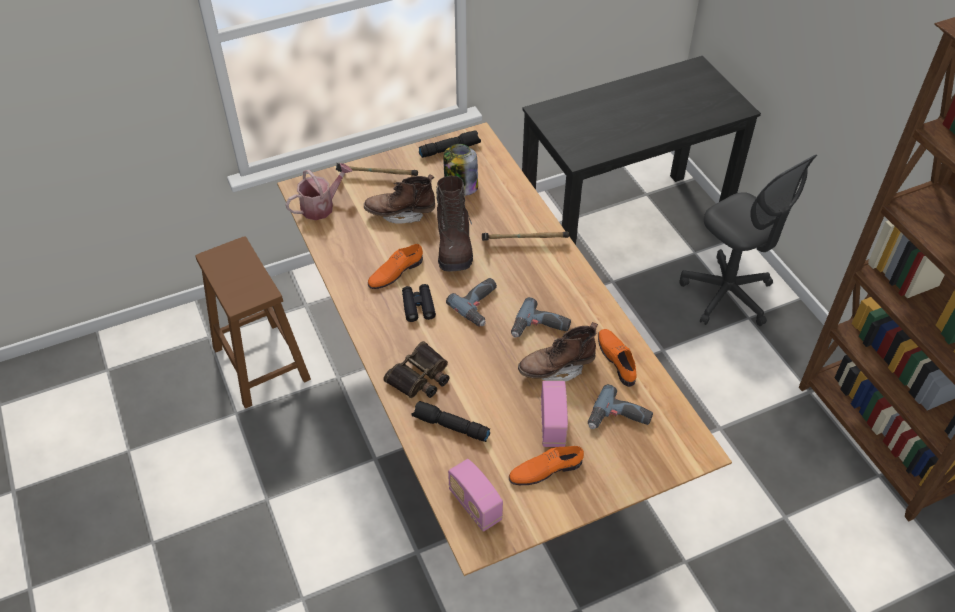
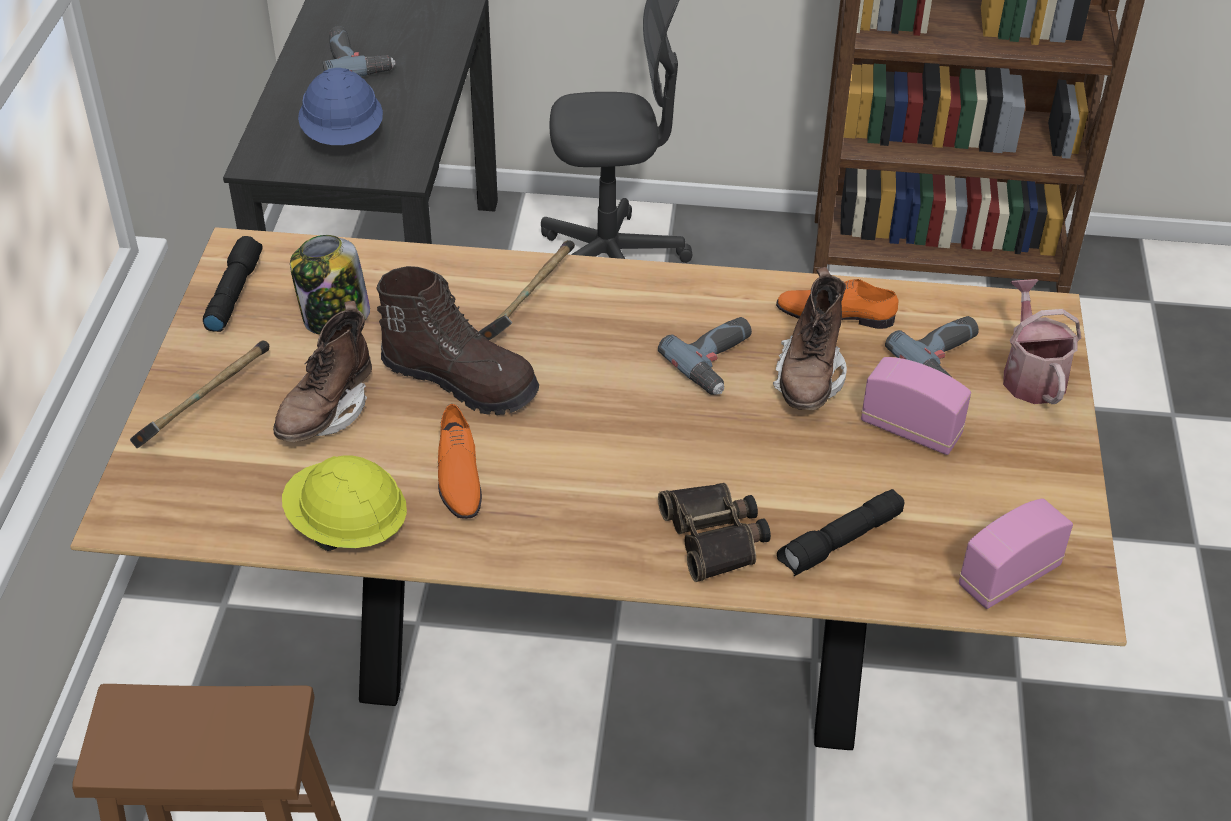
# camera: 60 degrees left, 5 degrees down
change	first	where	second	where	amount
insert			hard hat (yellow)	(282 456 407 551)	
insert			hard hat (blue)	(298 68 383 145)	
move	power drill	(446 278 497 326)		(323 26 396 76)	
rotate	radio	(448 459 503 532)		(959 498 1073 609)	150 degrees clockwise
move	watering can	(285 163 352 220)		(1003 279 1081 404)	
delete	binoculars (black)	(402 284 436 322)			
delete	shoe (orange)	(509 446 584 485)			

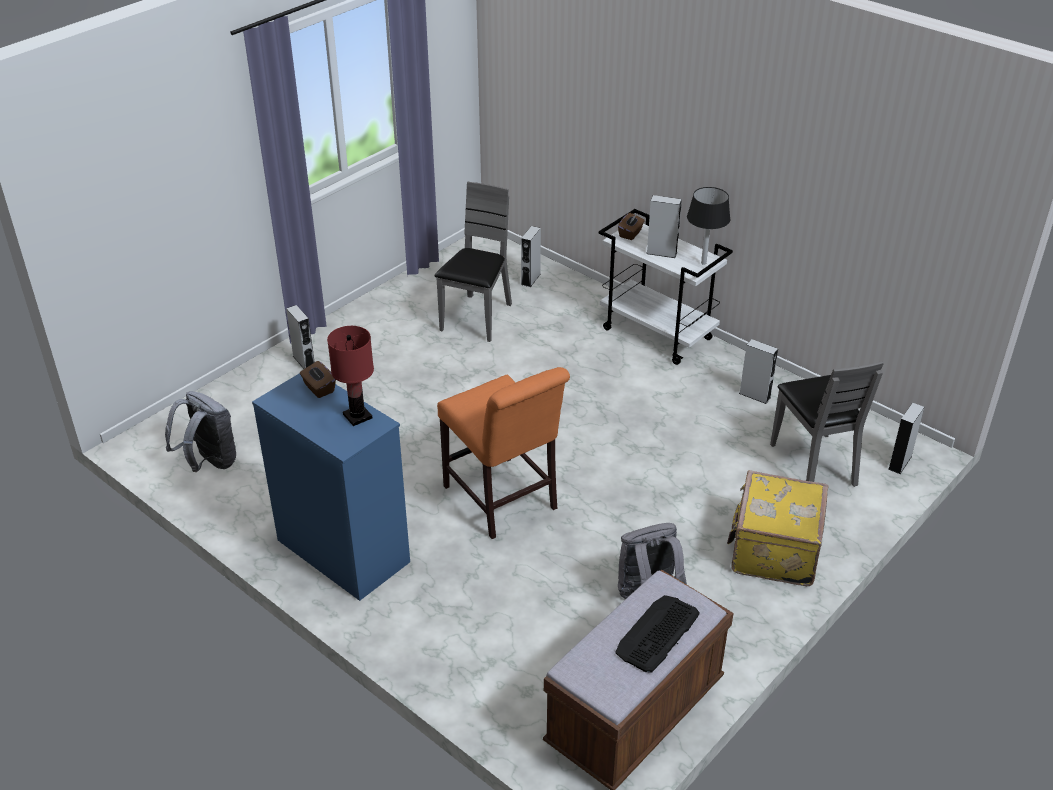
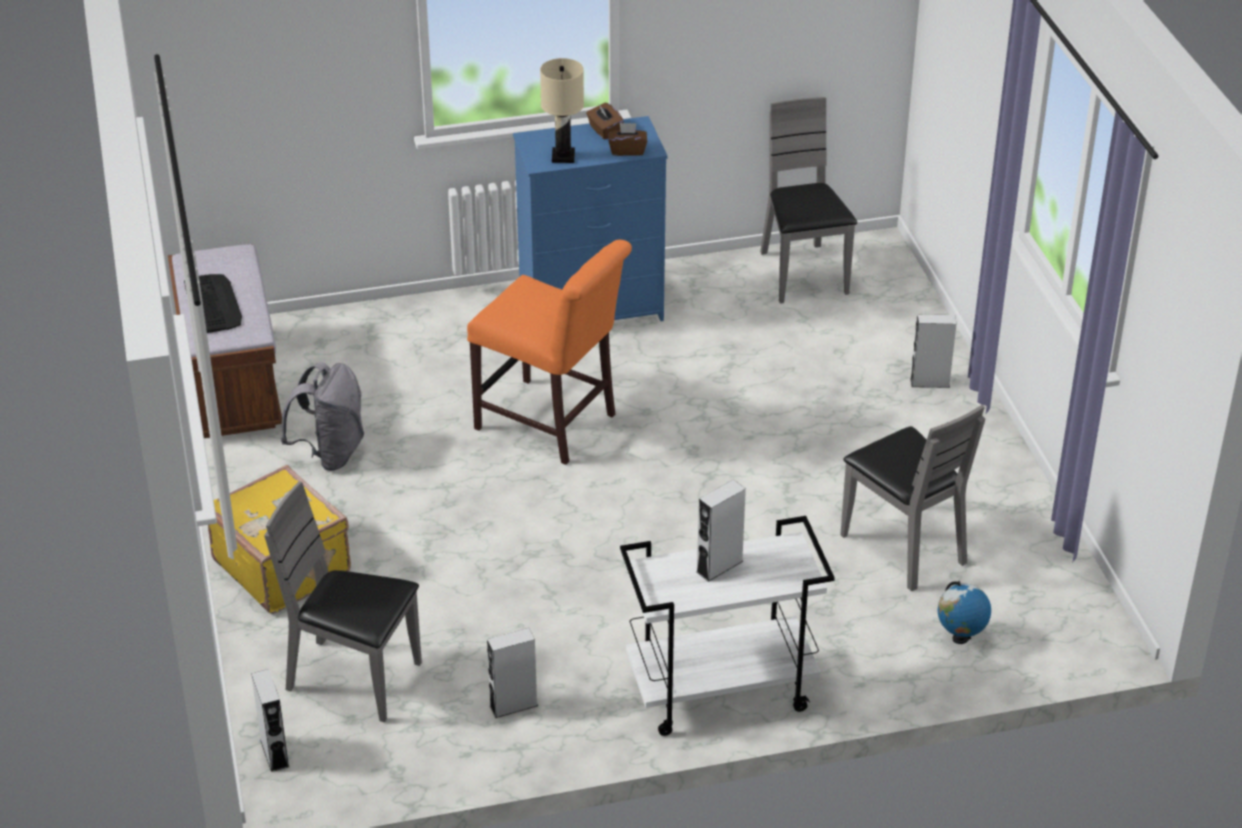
# camera: 125 degrees right, 0 degrees up
change	first	where	second	where	amount
rotate	chair (orange)	(437 367 570 539)		(467 240 632 465)	150 degrees counterclockwise
recolor	table lamp (red)	(327 326 374 426)	table lamp (beige)	(540 58 584 163)	
move	tissue box (brown)	(618 213 645 240)		(586 103 624 140)	
replace	backpack (grey)	(165 391 236 472)	chair (grey)	(760 97 857 304)	
replace	speaker (grey)	(521 226 541 287)	globe	(938 581 991 644)	
delete	table lamp (black)	(687 187 731 265)			

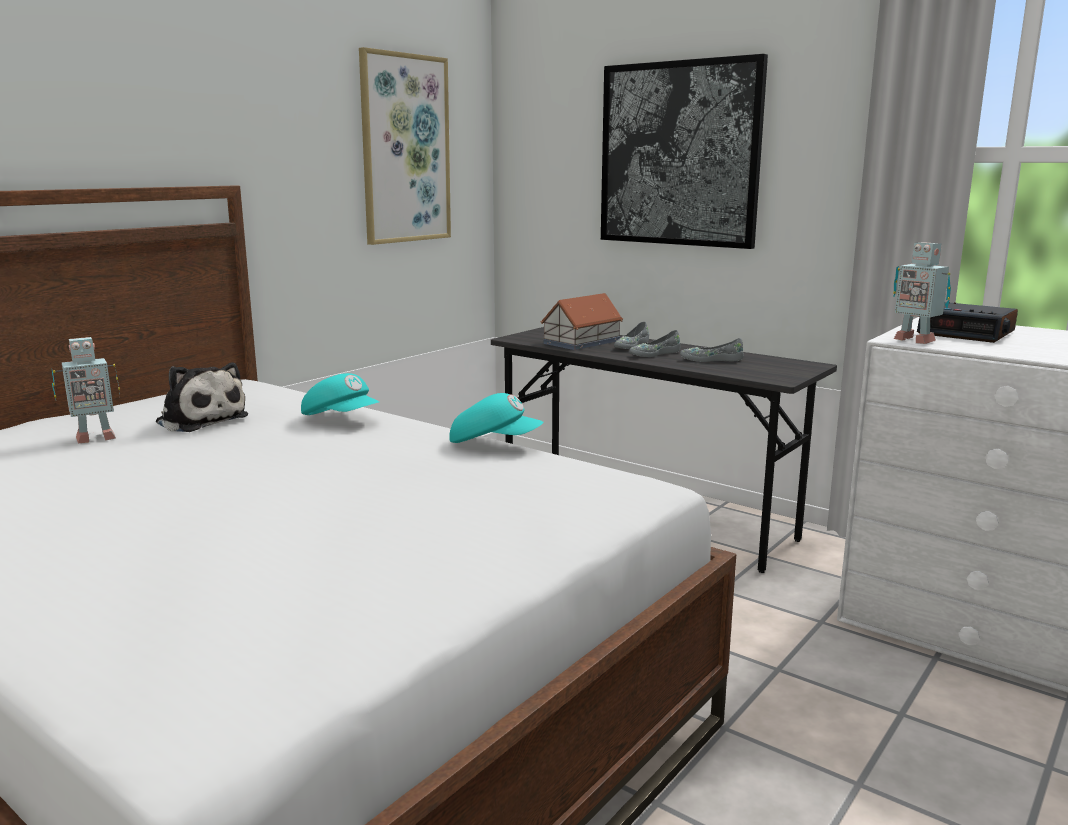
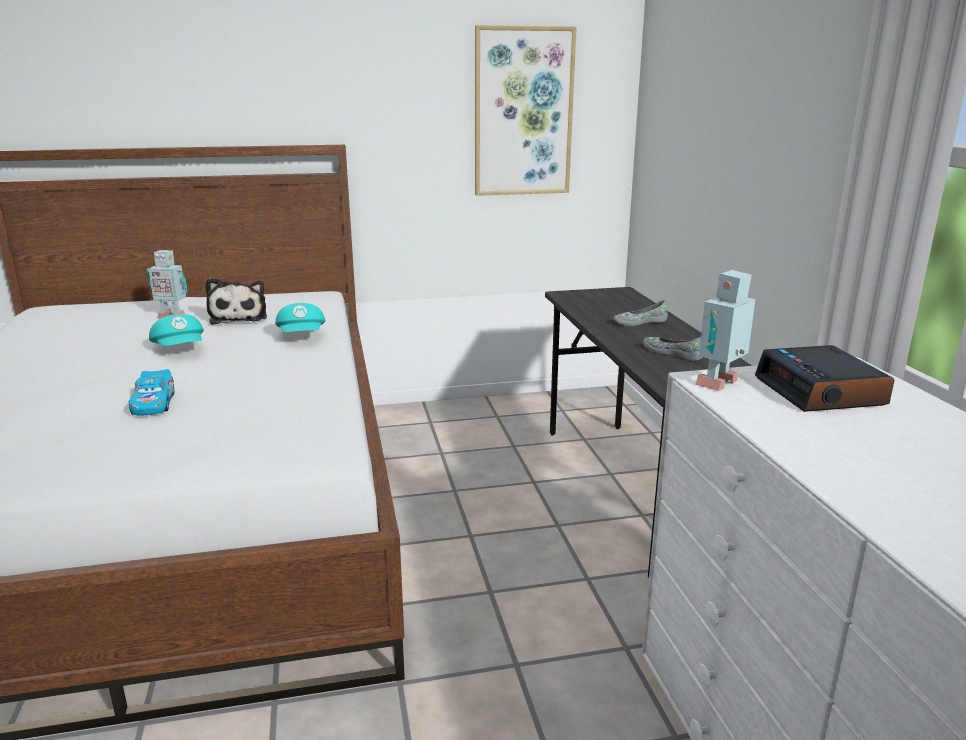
# camera: 40 degrees right, 5 degrees up
change	first	where	second	where	amount
insert			toy car	(129 369 174 415)	
move	cap (turquoise)	(449 393 544 443)		(149 314 204 346)	
rotate	toy robot	(893 242 951 344)		(695 270 755 391)	45 degrees clockwise
delete	toy house	(541 293 623 350)			
delete	picture	(601 54 768 249)			
delete	shoe (grey)	(629 330 681 357)			

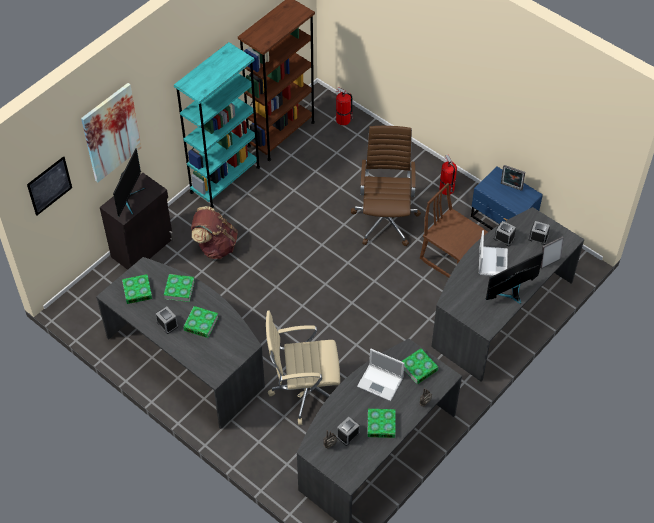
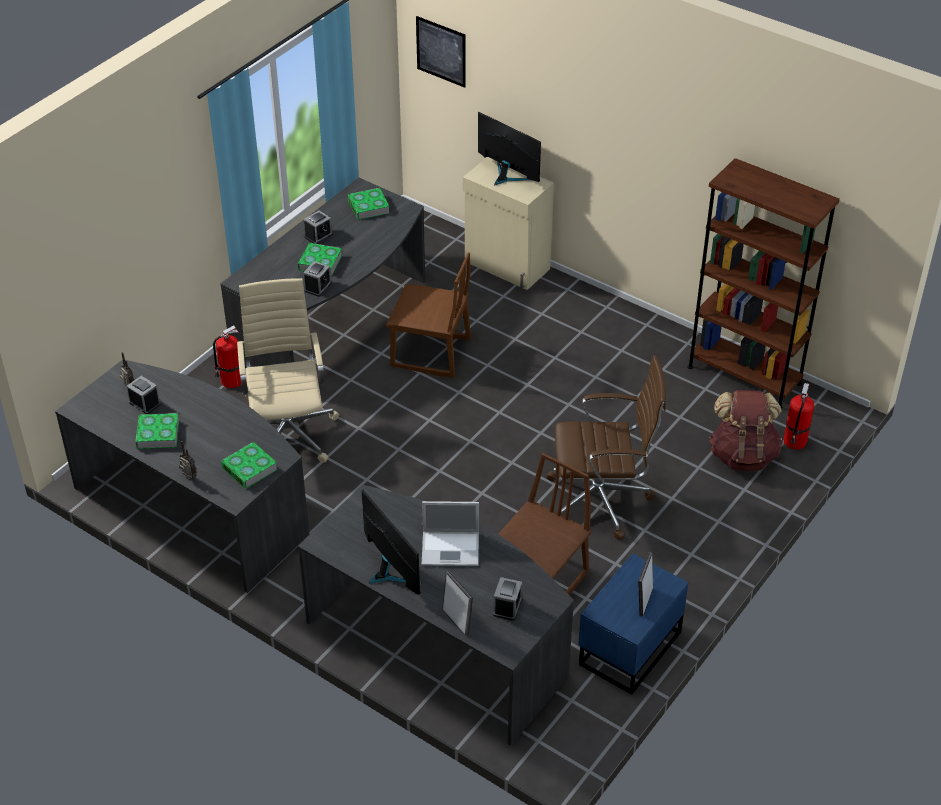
# camera: 85 degrees right, 10 degrees down
change	first	where	second	where	amount
move	fire extinguisher	(439 155 457 195)		(213 325 241 388)	
move	alarm clock	(494 221 516 246)		(303 261 332 297)	
insert			chair (brown)	(386 252 471 377)	
recolor	cabinet (black)	(100 173 174 270)	cabinet (beige)	(463 157 554 290)	
rotate	monitor	(113 148 146 217)		(478 112 541 185)	150 degrees counterclockwise
move	backpack (brown)	(191 206 238 259)		(709 390 783 471)	
delete	picture	(81 83 142 182)			
delete	book	(164 274 195 302)			
delete	bookcase (turquoise)	(174 42 260 208)			
delete	laptop	(357 349 405 401)			

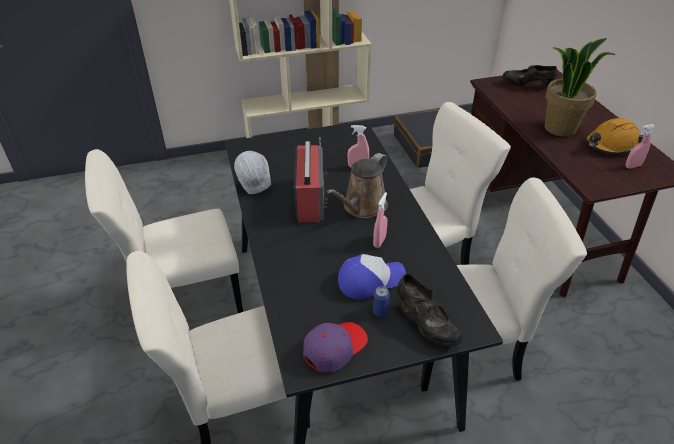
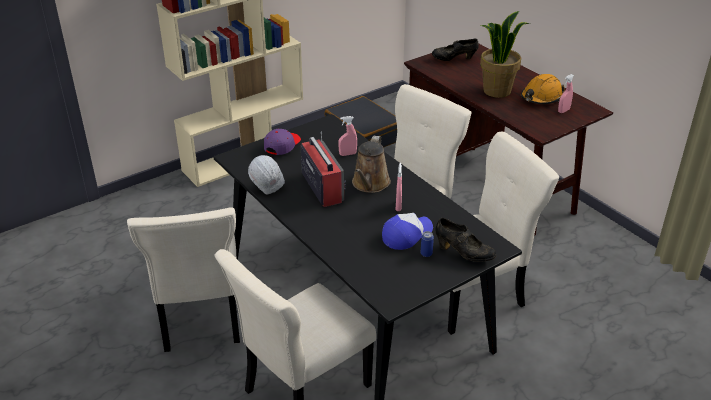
# camera: 20 degrees left, 5 degrees down
change	first	where	second	where	amount
rotate	chair (beige)	(85 149 243 313)		(127 207 240 352)	60 degrees counterclockwise
move	cap (purple)	(303 322 368 373)		(264 129 301 155)	

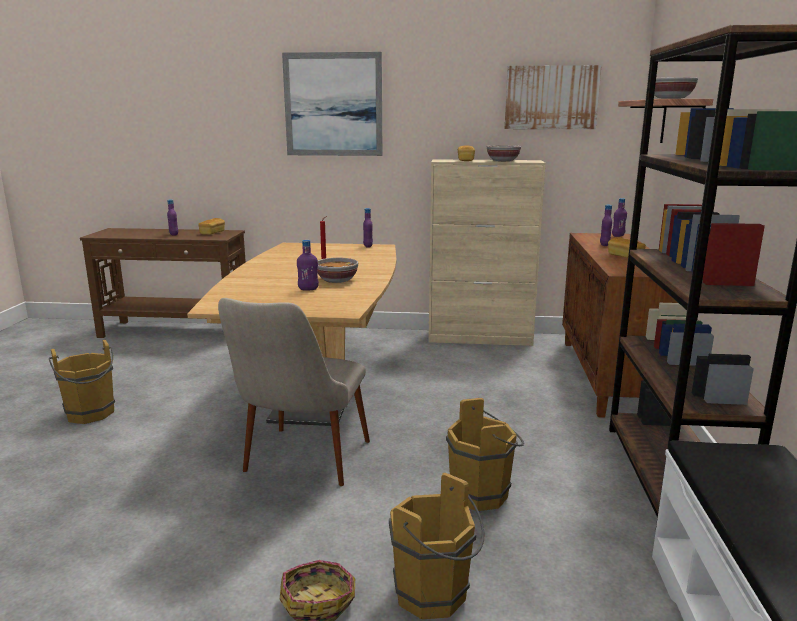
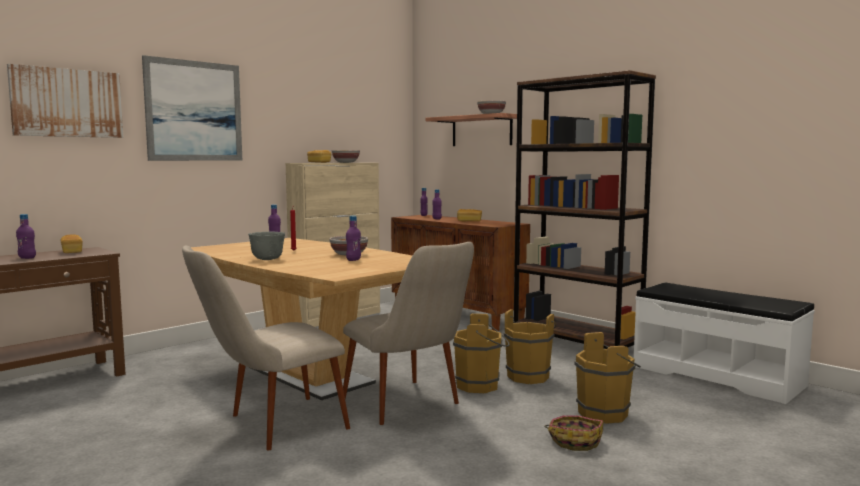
# camera: 50 degrees left, 10 degrees down
change	first	where	second	where	amount
move	picture	(505 65 602 129)		(7 64 123 138)	
insert			chair (beige)	(182 245 350 451)	
insert			bowl (grey)	(248 232 285 260)	
move	bucket (brown)	(49 340 115 424)		(453 313 510 393)	

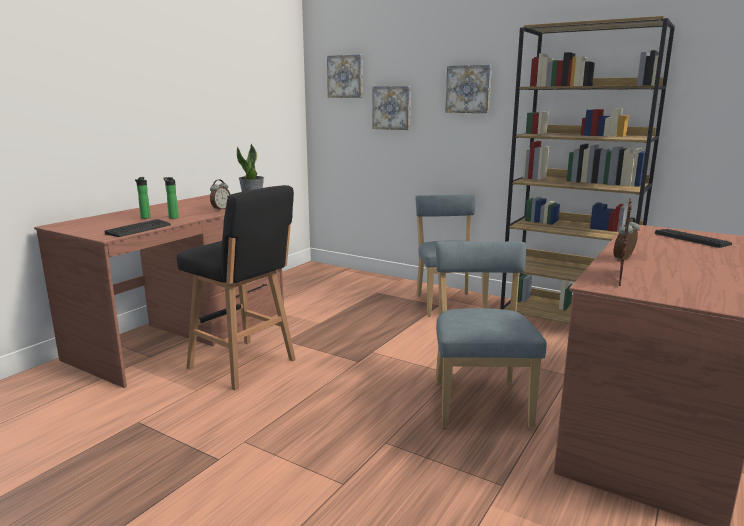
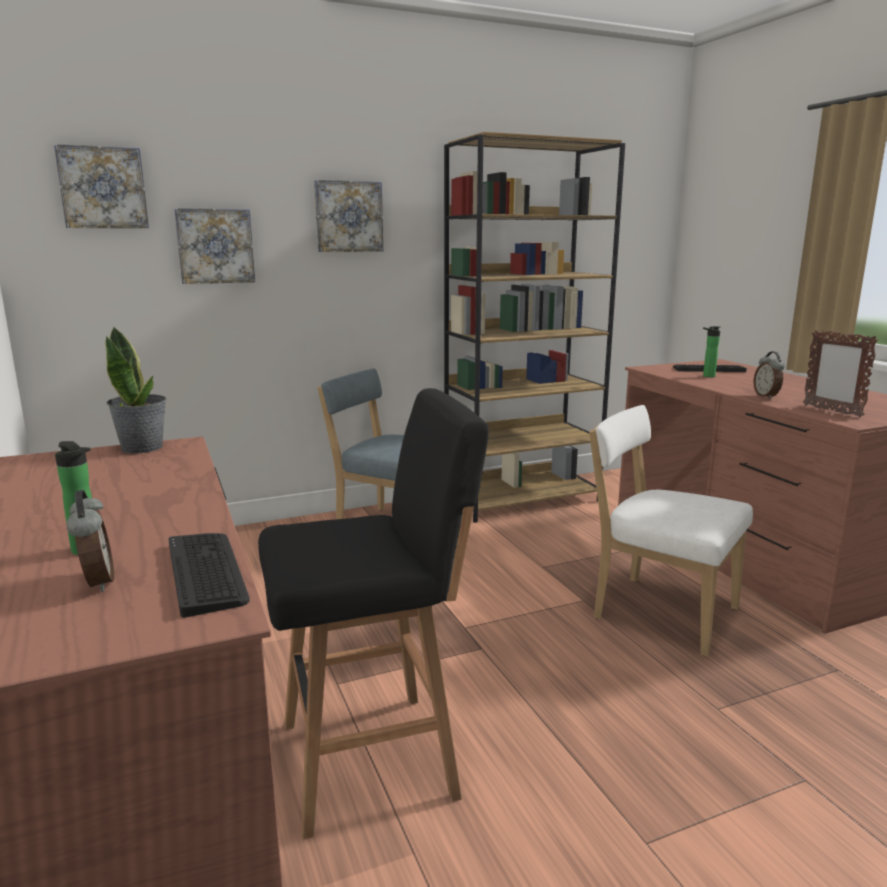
# camera: 55 degrees left, 0 degrees up
change	first	where	second	where	amount
move	alarm clock	(210 180 231 211)		(66 490 114 592)	
recolor	chair (blue)	(435 241 547 429)	chair (white)	(589 405 753 657)	
move	bottle	(164 177 179 219)		(703 326 720 378)	

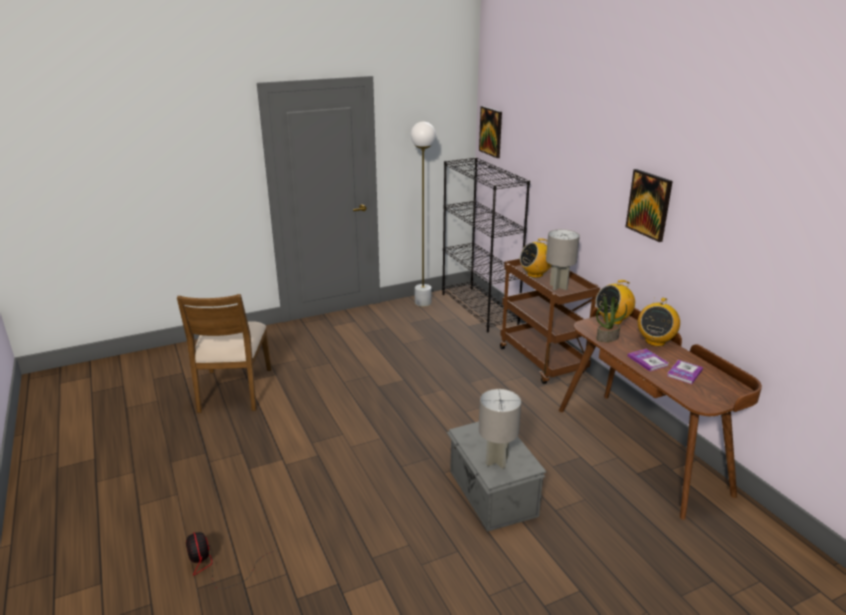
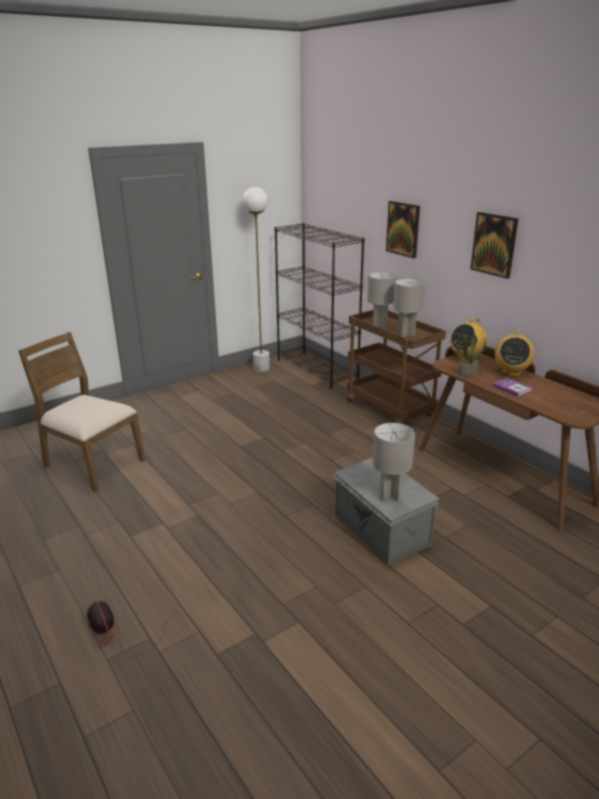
# camera: 10 degrees left, 0 degrees up
change	first	where	second	where	amount
rotate	chair (brown)	(177 294 272 413)		(18 332 145 492)	135 degrees clockwise
replace	radio	(520 238 551 278)	table lamp (grey)	(367 272 397 328)	
move	picture	(479 106 502 158)		(386 201 420 258)	
delete	book	(667 360 703 384)			

